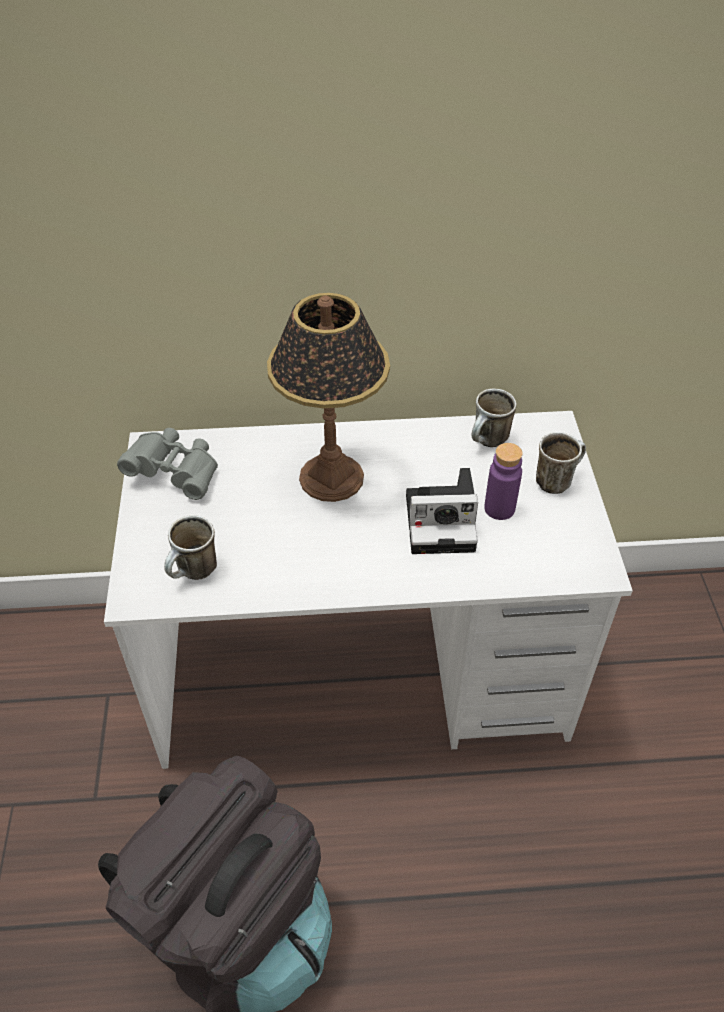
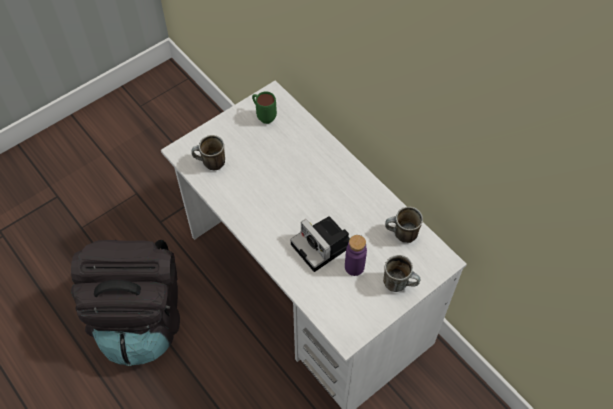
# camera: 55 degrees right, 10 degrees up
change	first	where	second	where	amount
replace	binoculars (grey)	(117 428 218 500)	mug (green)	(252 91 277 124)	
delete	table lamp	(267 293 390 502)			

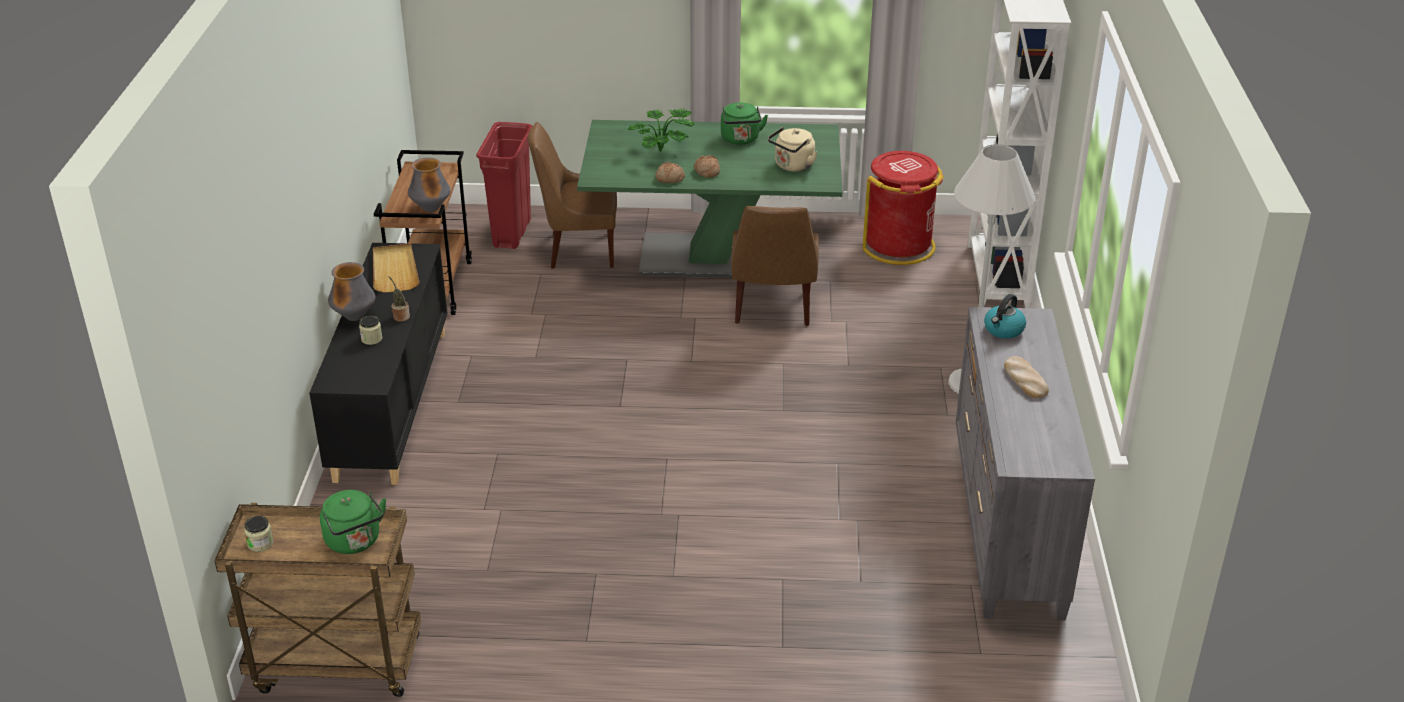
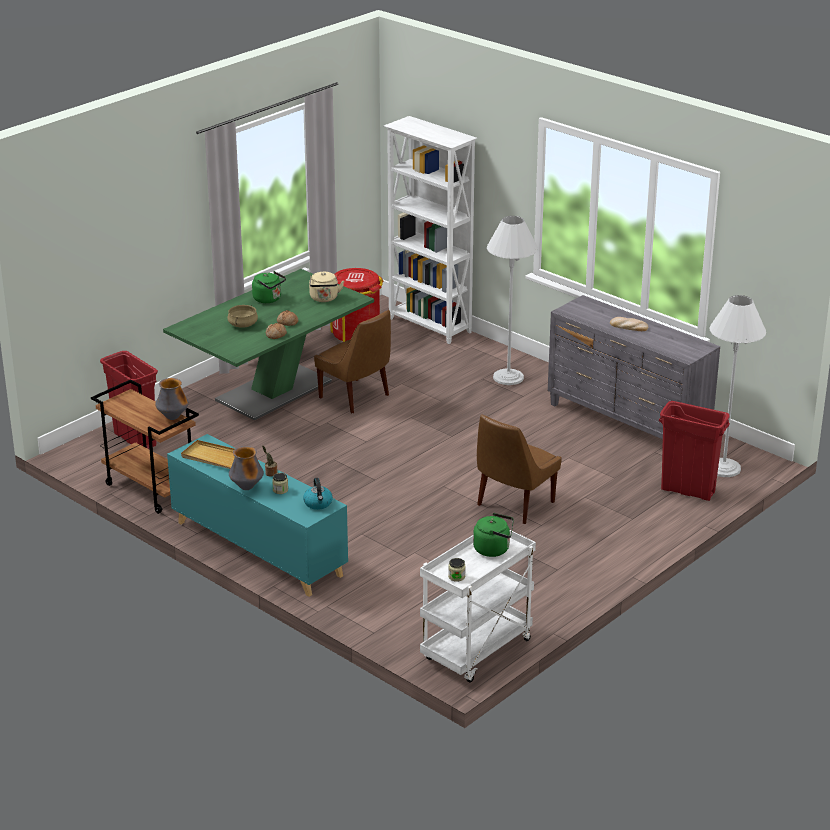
# camera: 50 degrees left, 5 degrees down
change	first	where	second	where	amount
recolor	cabinet (black)	(309 243 448 485)	cabinet (turquoise)	(167 434 348 597)	
replace	potted plant	(628 108 695 152)	cooking pot (beige)	(228 305 258 328)	
move	kettle	(984 294 1026 339)		(303 478 333 510)	
recolor	cart (brown)	(214 503 421 697)	cart (white)	(420 530 536 683)	
move	chair (brown)	(528 122 617 269)		(477 414 562 524)	
insert			trash can (red)	(659 401 730 501)	
insert			floor lamp (white)	(710 295 766 477)	

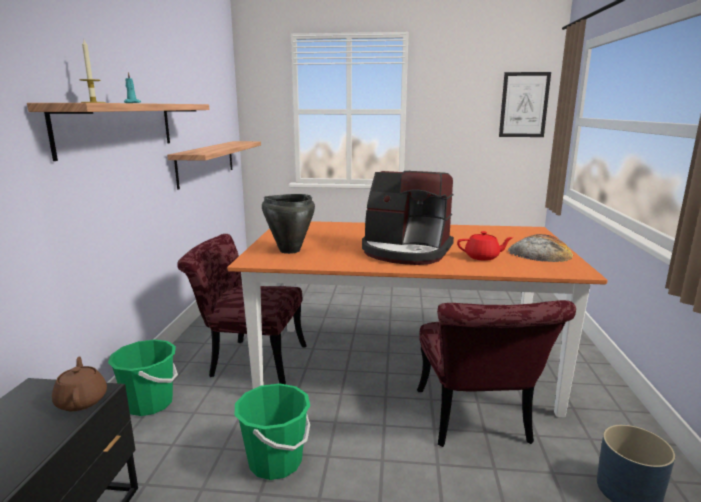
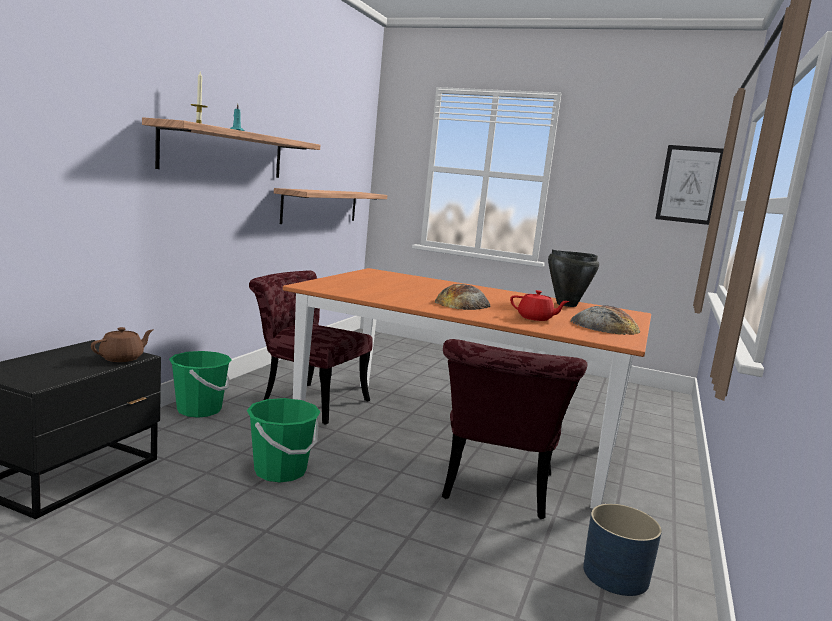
# camera: 15 degrees right, 5 degrees down
change	first	where	second	where	amount
rotate	teapot (brown)	(52 357 107 411)		(91 327 153 362)	45 degrees clockwise
replace	coffee machine	(362 171 454 265)	bread	(435 284 490 310)	
move	cooking pot (black)	(262 194 315 254)		(548 250 599 307)	

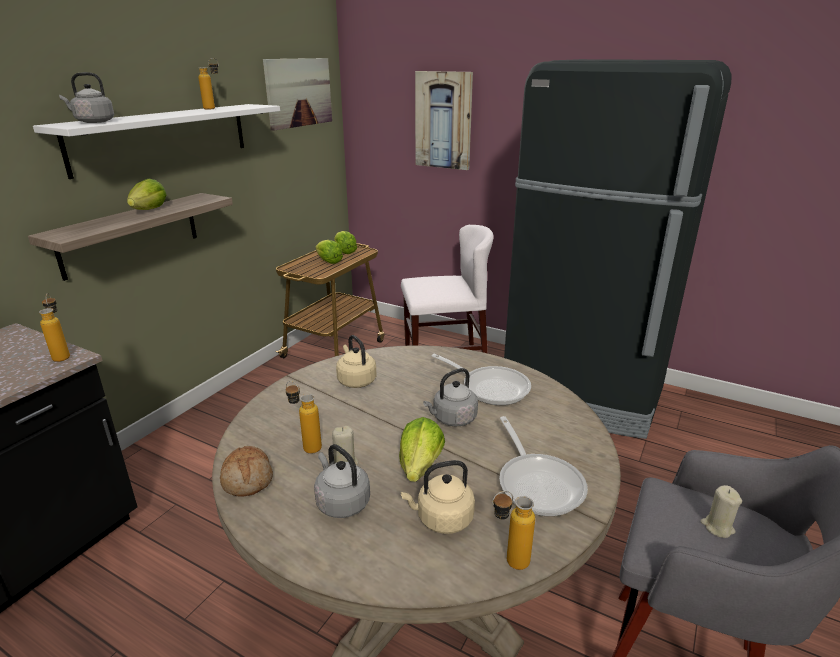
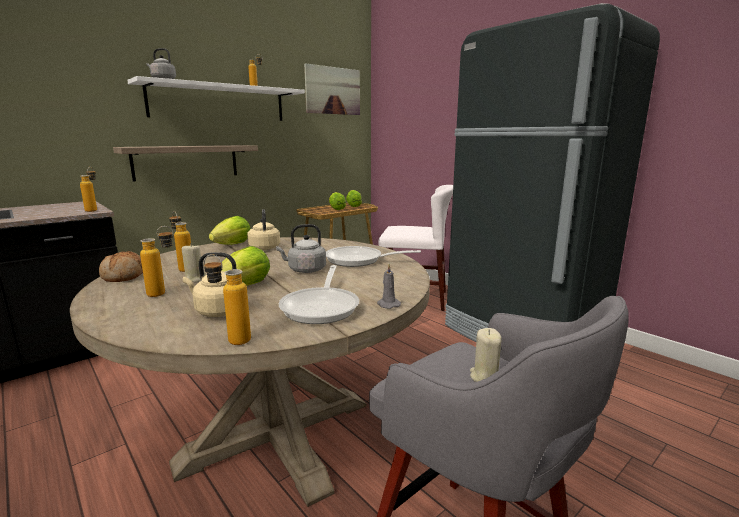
# camera: 20 degrees right, 10 degrees down
change	first	where	second	where	amount
replace	kettle (grey)	(314 444 370 518)	bottle	(140 226 173 297)	
move	lettuce	(127 178 166 210)		(209 216 250 245)	
rotate	frying pan	(432 354 531 405)		(326 246 421 267)	135 degrees clockwise
insert			candle (grey)	(377 264 401 309)	
delete	picture	(415 71 473 170)			

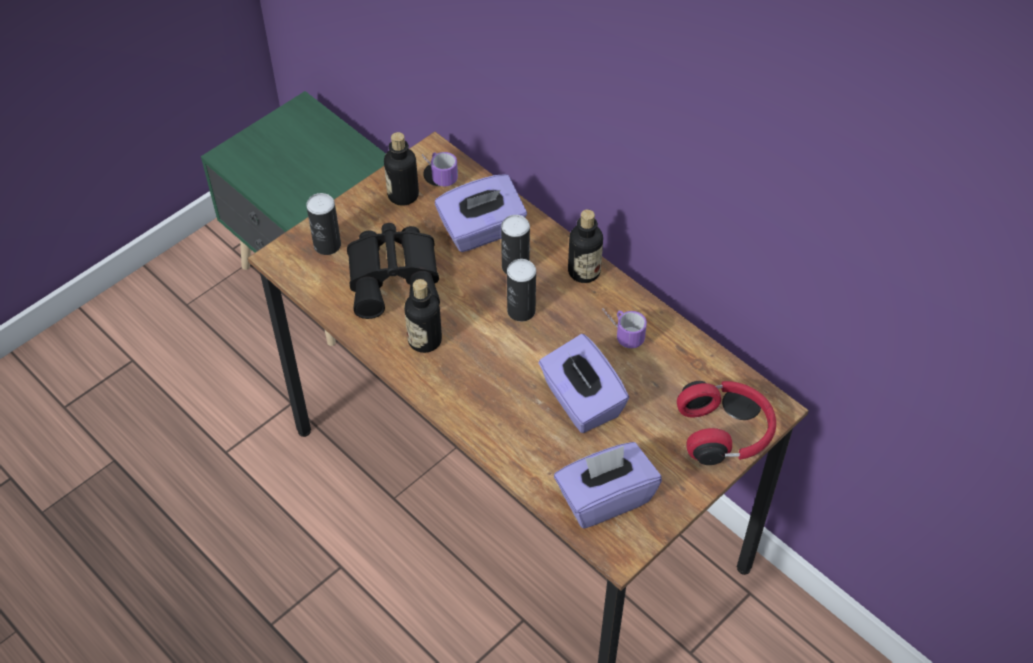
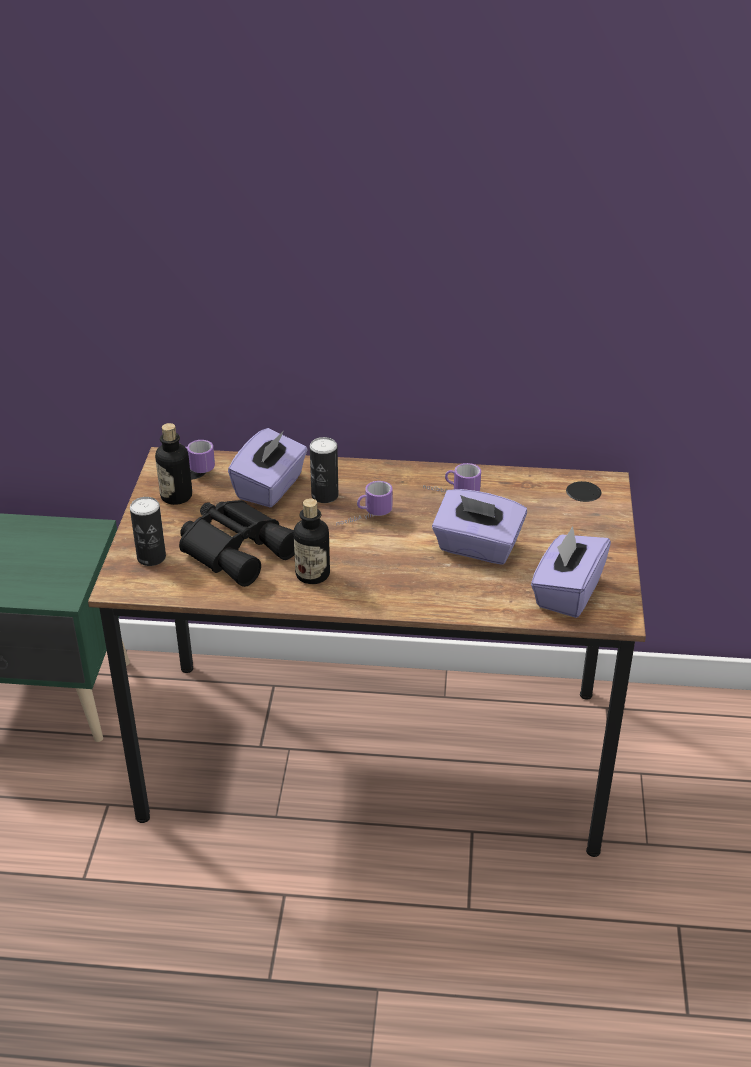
# camera: 40 degrees left, 15 degrees down
change	first	where	second	where	amount
replace	can	(507 259 536 321)	mug	(336 481 393 526)	
delete	bottle	(568 209 603 283)			
delete	headphones (red)	(677 381 776 465)			

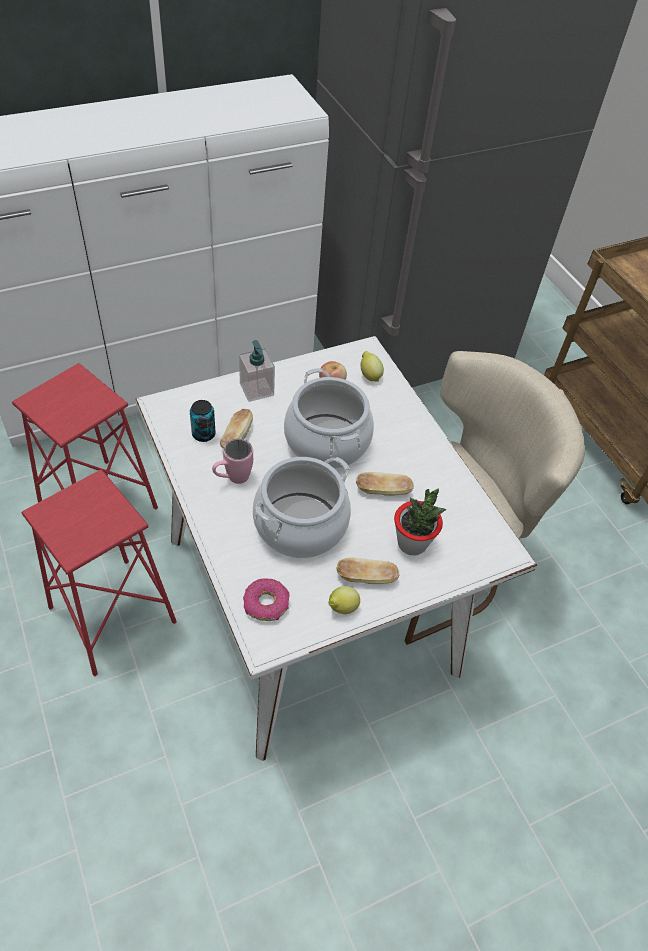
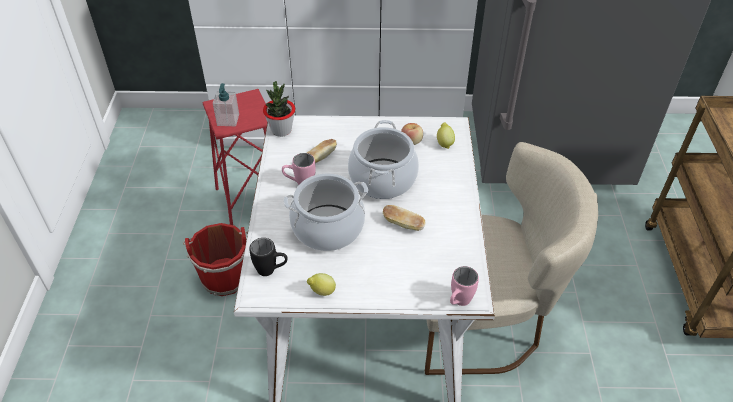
# camera: 30 degrees right, 5 degrees down
change	first	where	second	where	amount
replace	stool (red)	(21 469 177 676)	bucket (red)	(183 223 248 296)	
move	soap dispenser	(239 340 275 402)		(213 83 239 126)	
replace	donut	(243 578 290 621)	mug (black)	(249 238 288 276)	
move	potted plant	(394 488 446 556)		(263 81 295 137)	
insert			mug (pink)	(450 266 479 306)	
delete	can	(190 400 215 442)			
delete	bread	(336 558 400 584)			

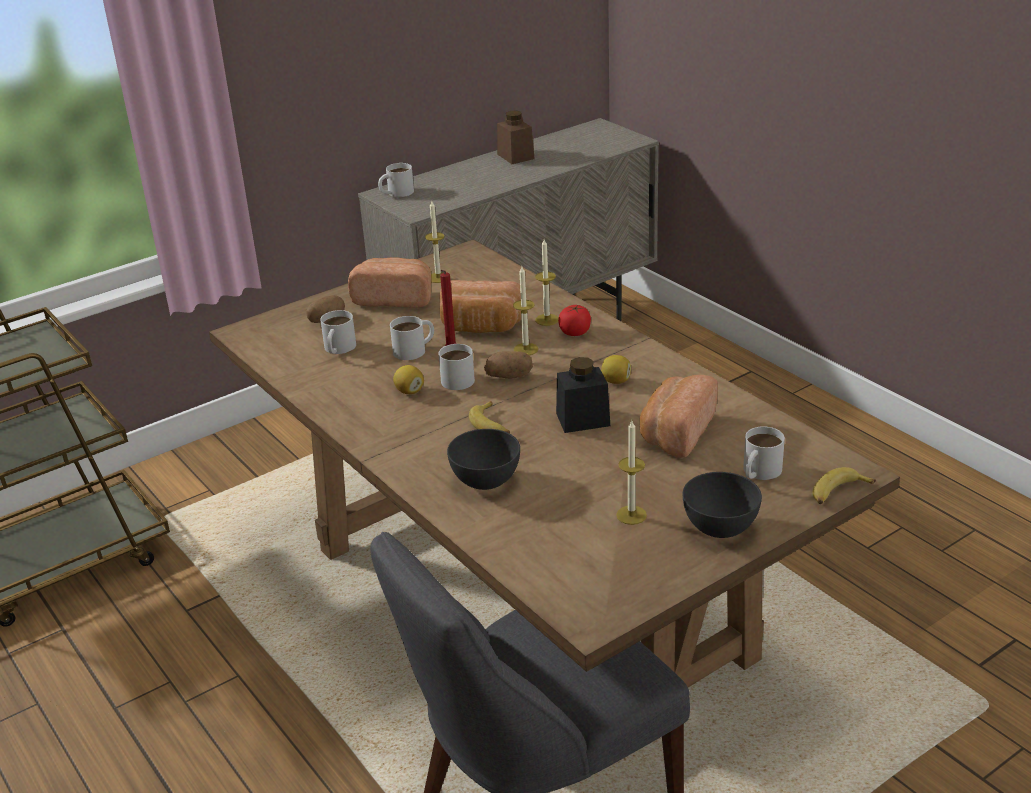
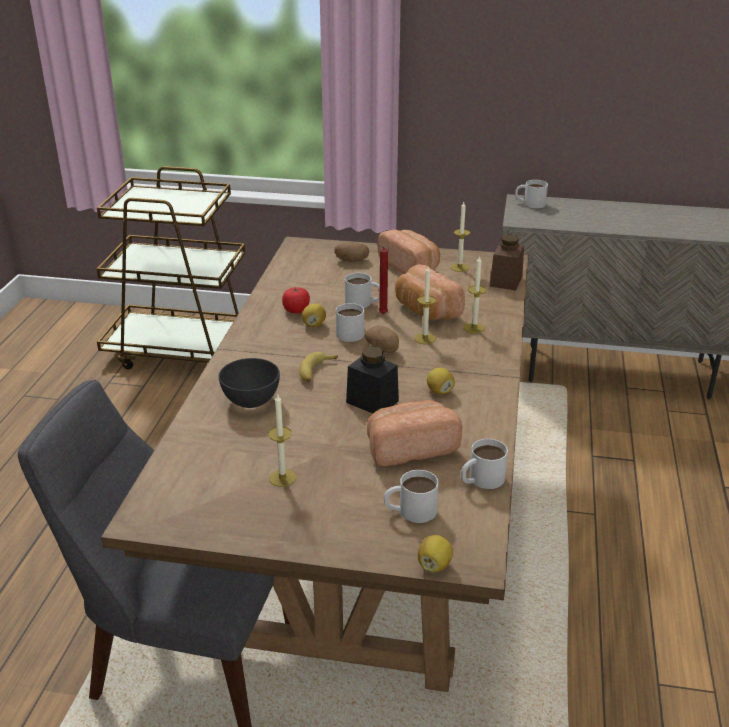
# camera: 45 degrees right, 0 degrees up
change	first	where	second	where	amount
move	tomato	(558 305 591 336)		(282 287 310 313)	
replace	banana	(813 467 876 504)	lemon	(418 535 453 572)	
move	mug (white)	(320 310 356 354)		(461 439 508 489)	
move	jar (brown)	(497 110 535 164)		(490 235 524 291)	
delete	bowl (grey)	(683 472 762 538)			

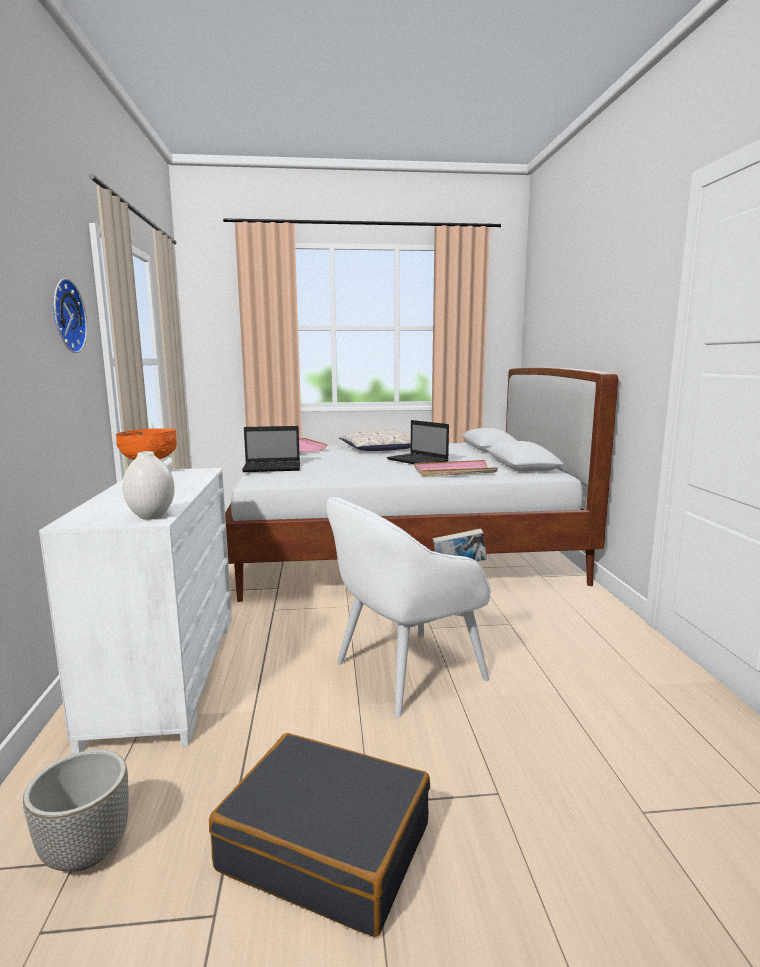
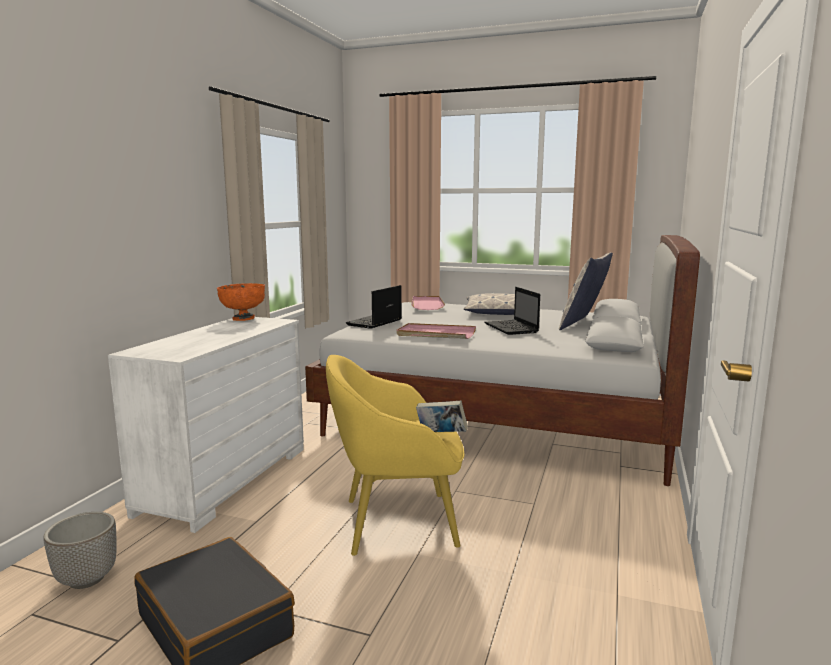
# camera: 25 degrees right, 0 degrees up
change	first	where	second	where	amount
recolor	armchair (white)	(326 497 491 718)	armchair (yellow)	(326 355 464 556)	
rotate	laptop	(242 426 300 472)		(346 285 402 329)	105 degrees clockwise
move	tray (pink)	(414 460 498 476)		(396 323 476 339)	
insert			pillow	(559 252 613 330)	
delete	wall clock	(53 278 87 353)			
delete	vase (white)	(122 451 175 520)			

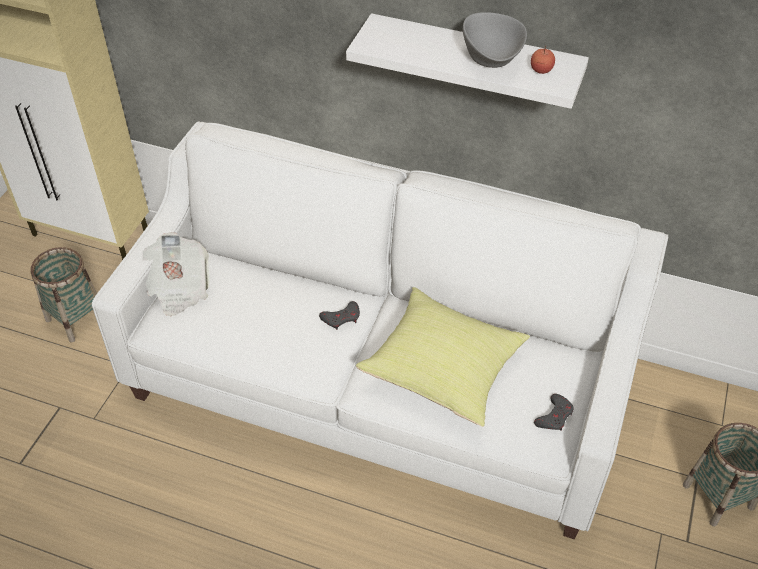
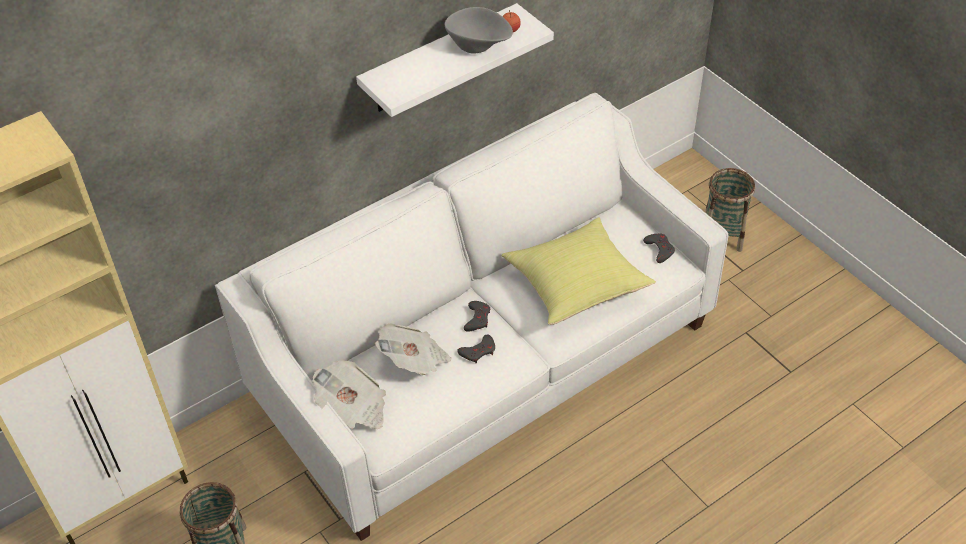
# camera: 55 degrees left, 0 degrees up
change	first	where	second	where	amount
insert			newspaper	(375 323 451 375)	
insert			game controller (grey)	(457 335 495 363)	

